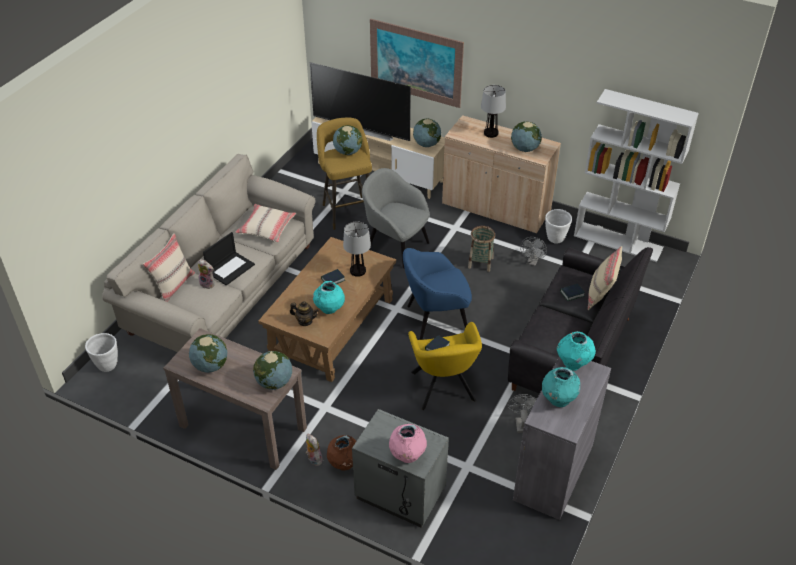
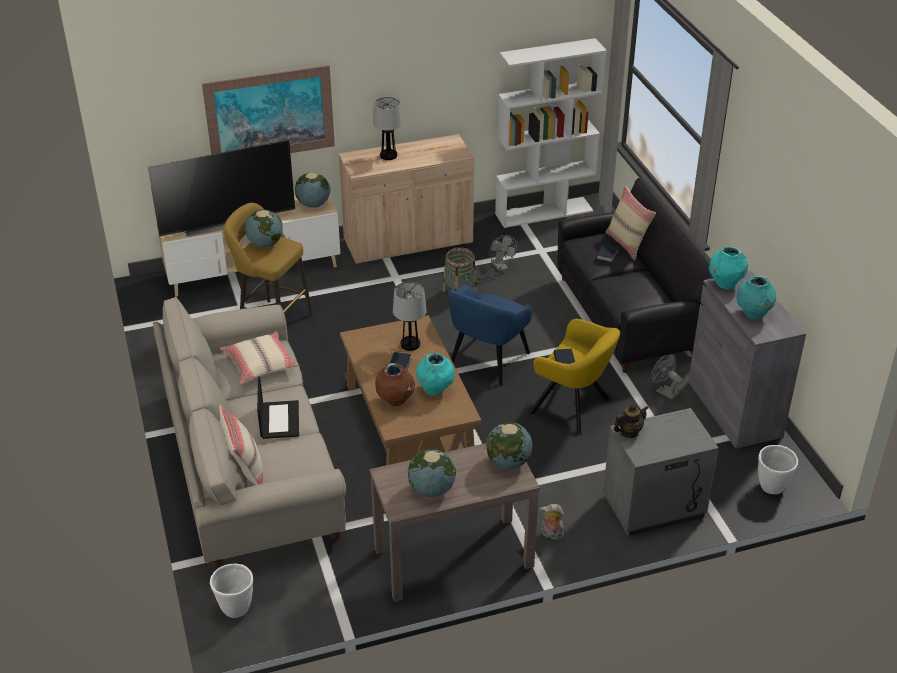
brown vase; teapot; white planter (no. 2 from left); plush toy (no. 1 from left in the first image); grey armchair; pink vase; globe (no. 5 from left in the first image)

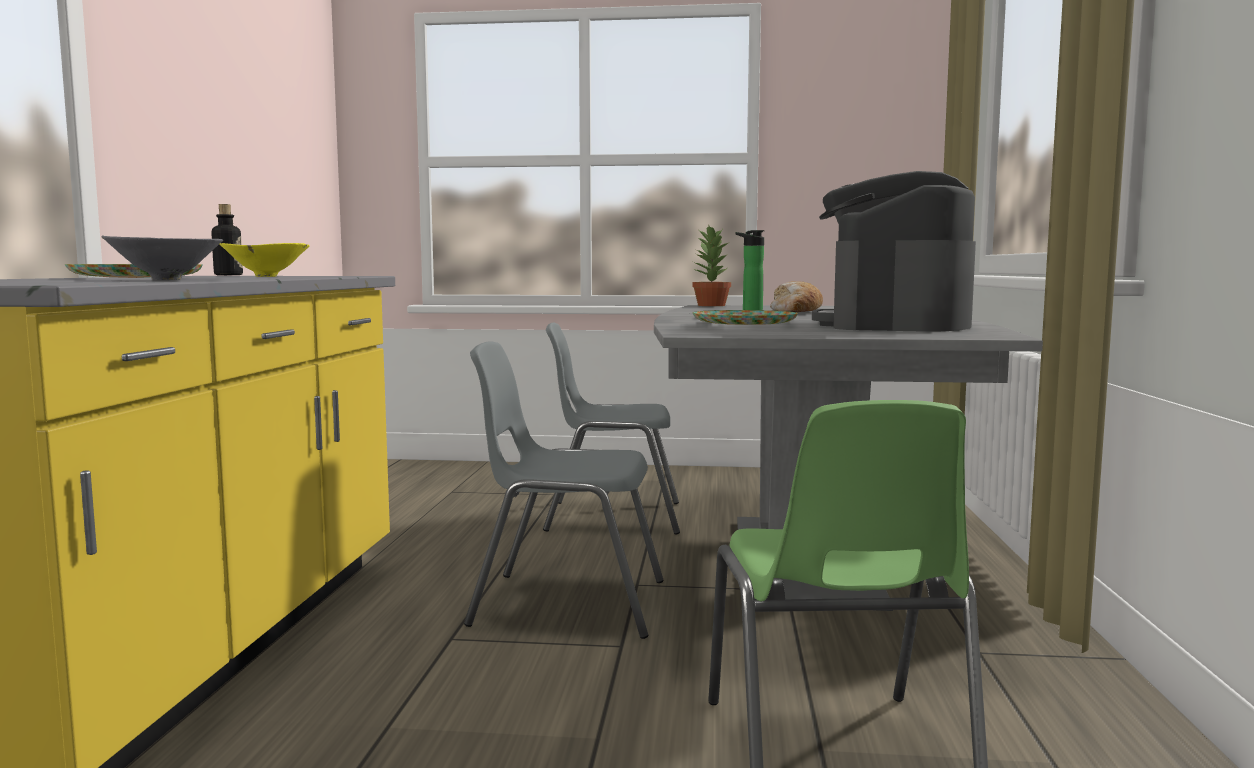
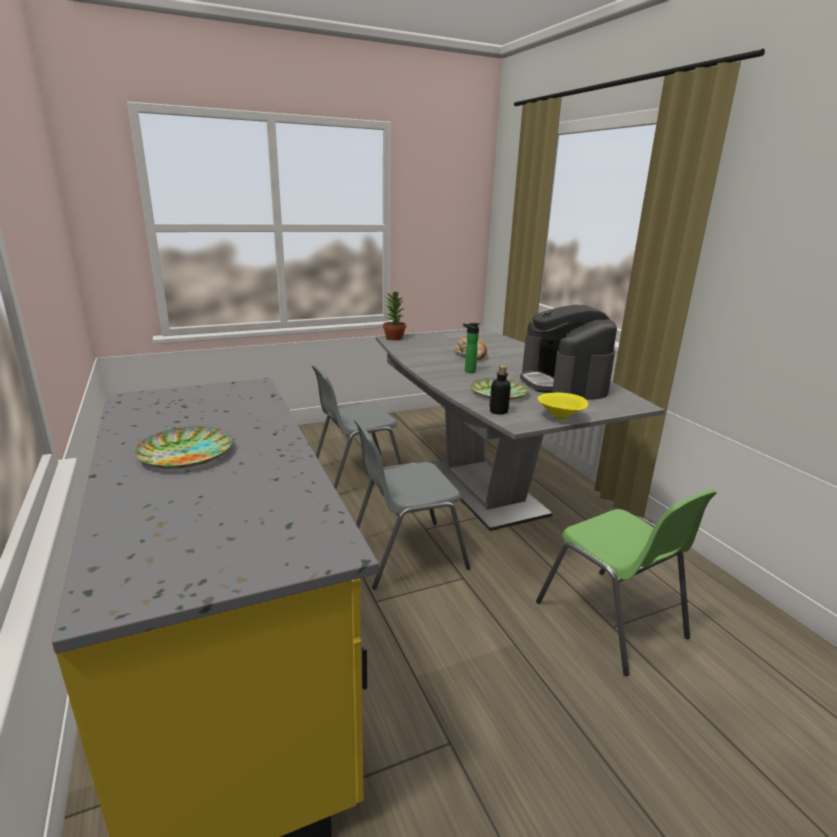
bottle (no. 2 from left); yellow bowl; grey bowl

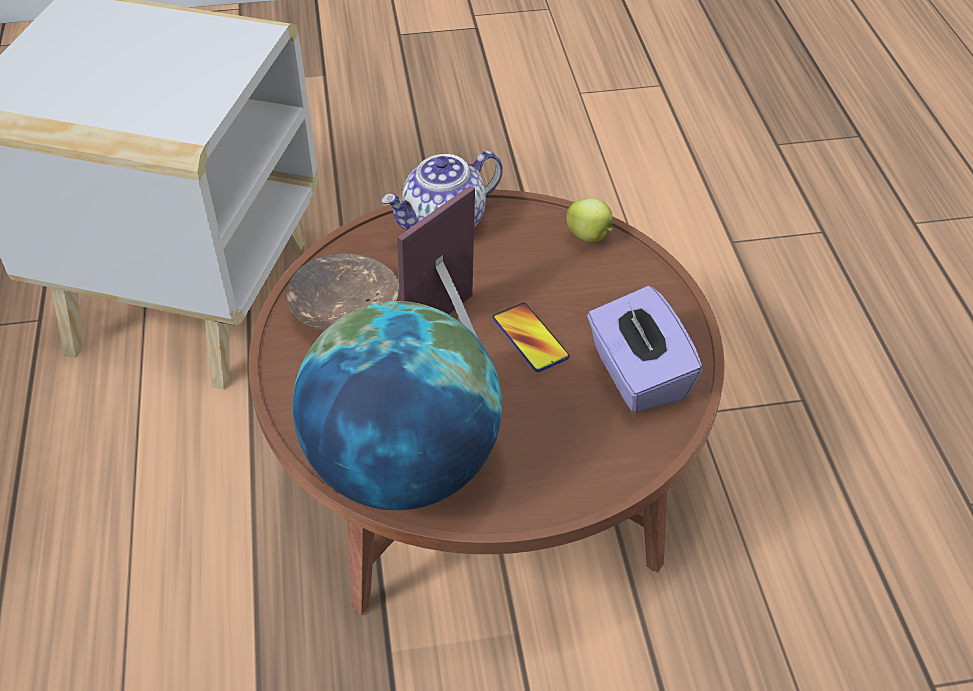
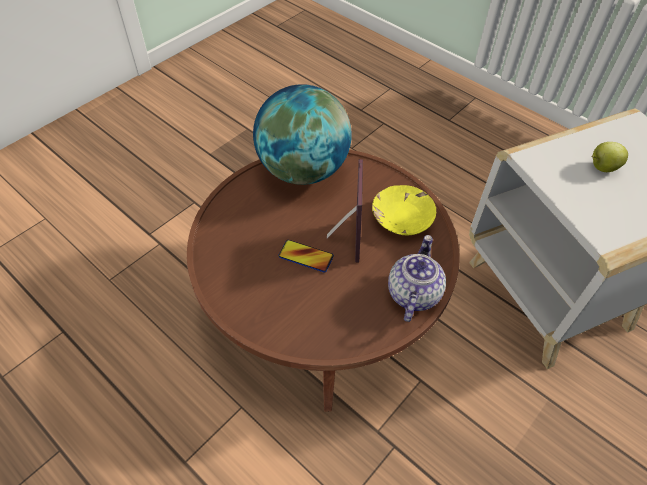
yellow bowl; apple; purple tissue box

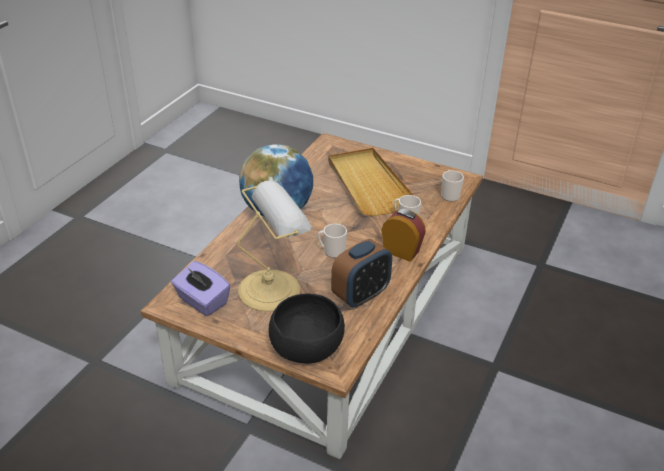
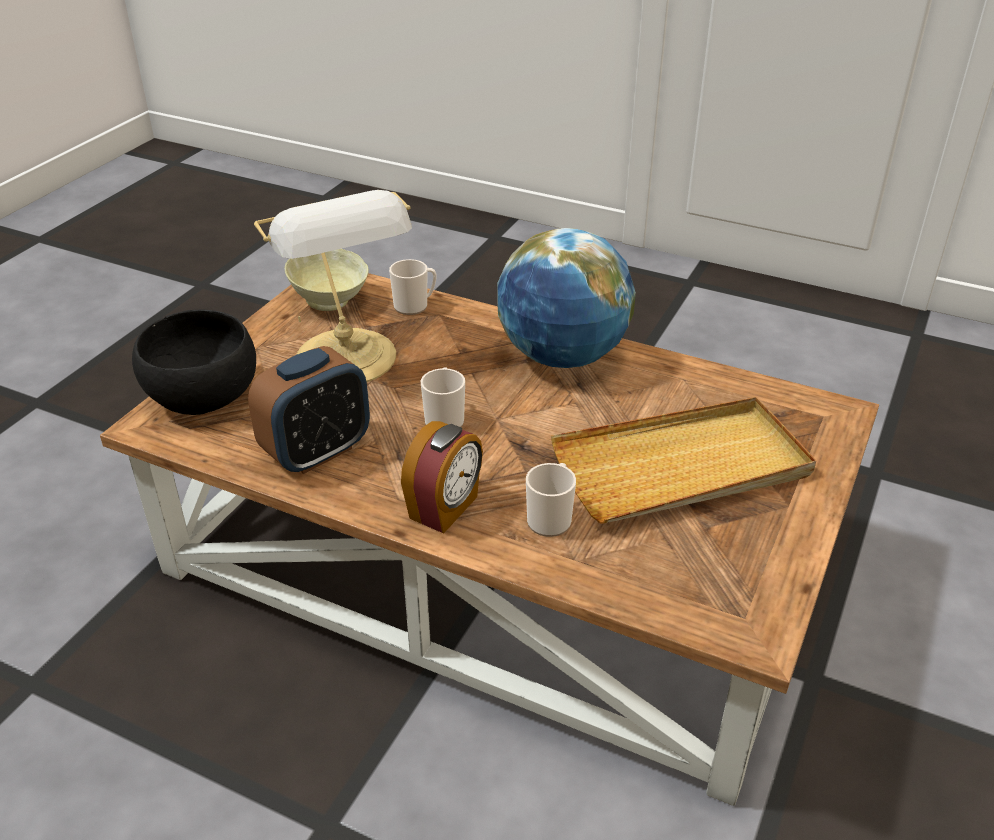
alarm clock (no. 1 from left); beige bowl; mug (no. 1 from left)

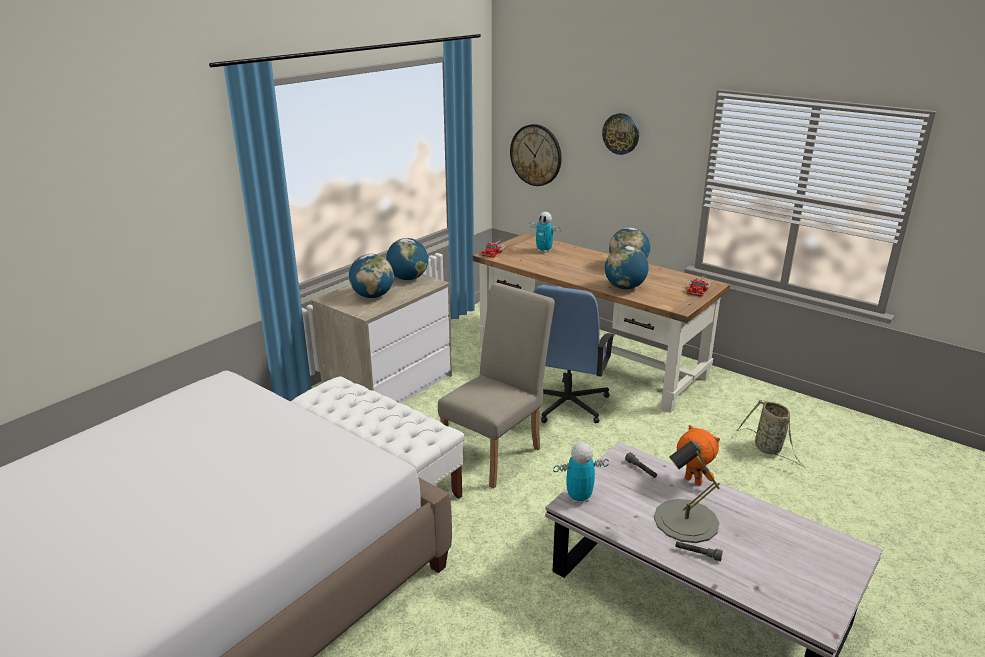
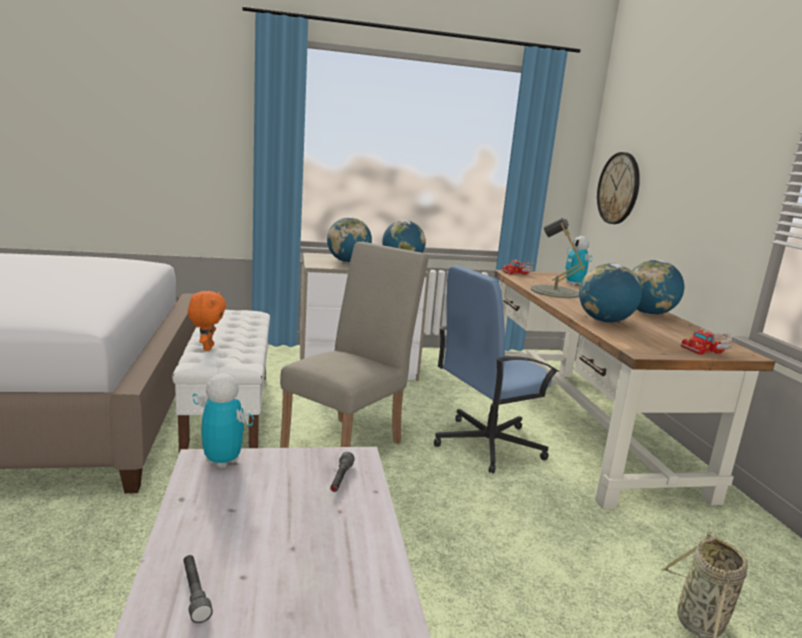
orange plush toy; beige chair; grey table lamp; wall clock (no. 2 from left in the first image)

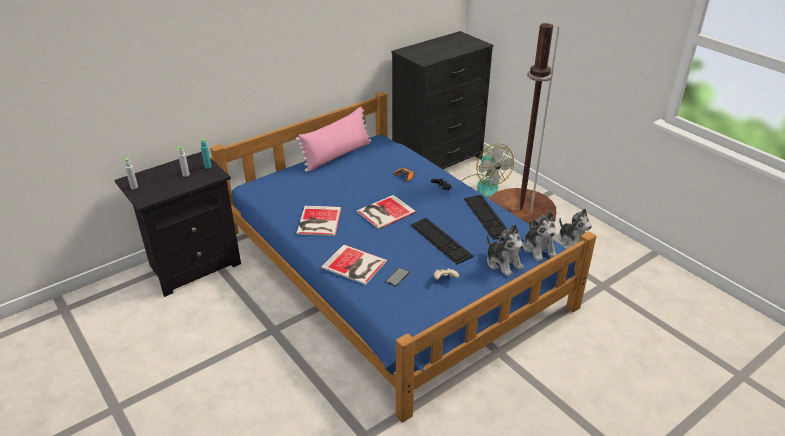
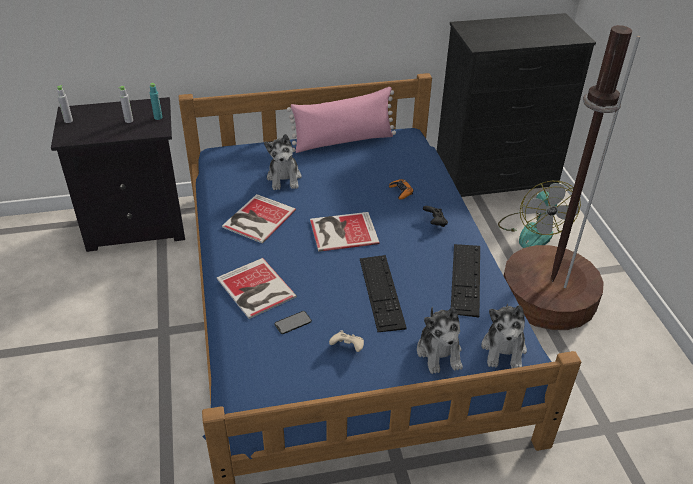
plush toy (no. 1 from left)

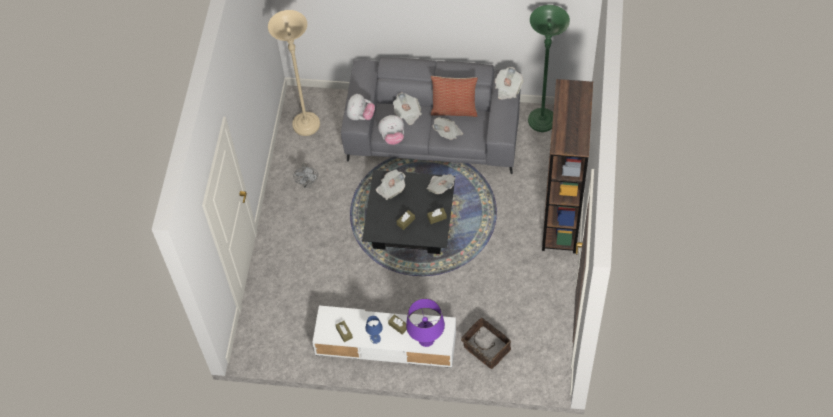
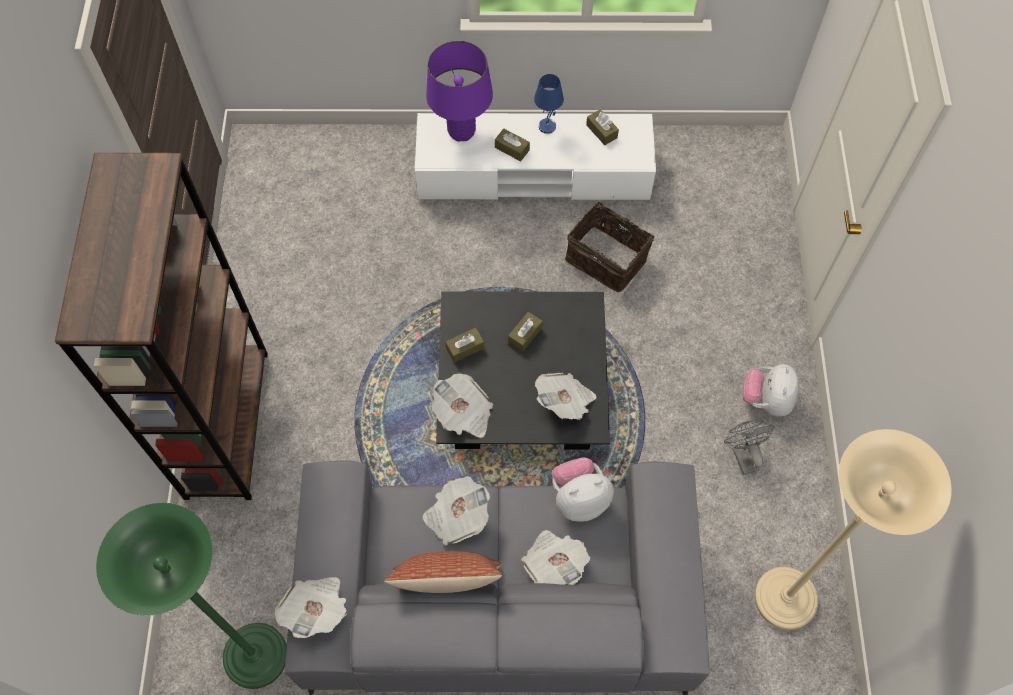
basket; plush toy (no. 2 from left)

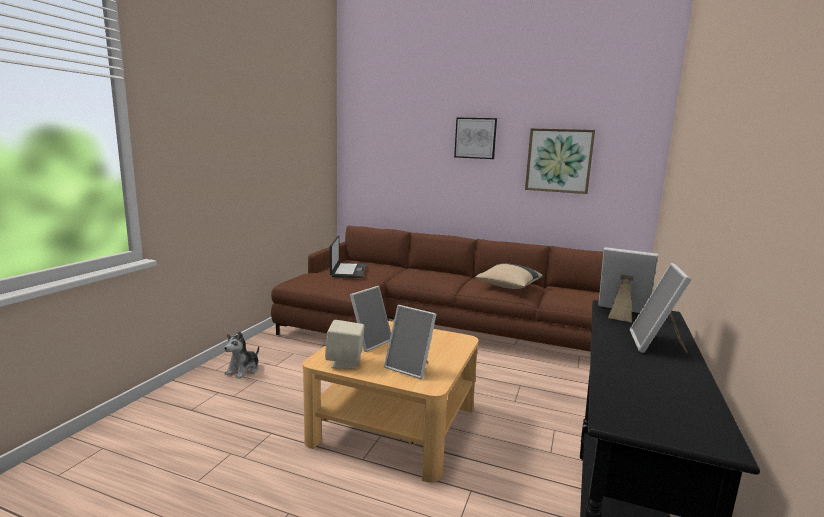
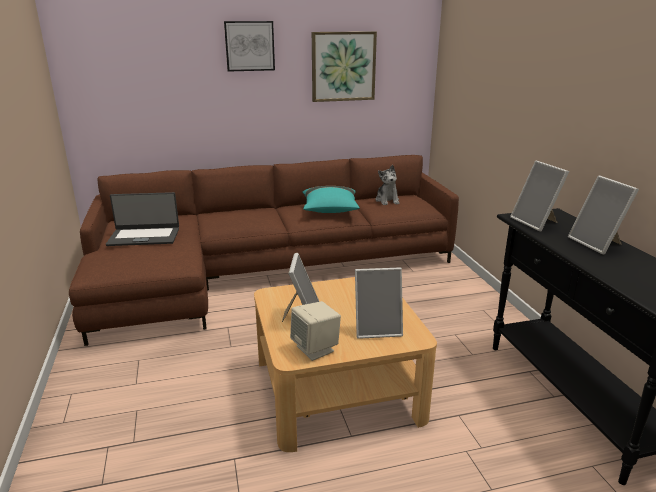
laptop; turquoise pillow; plush toy; picture frame (no. 3 from left)

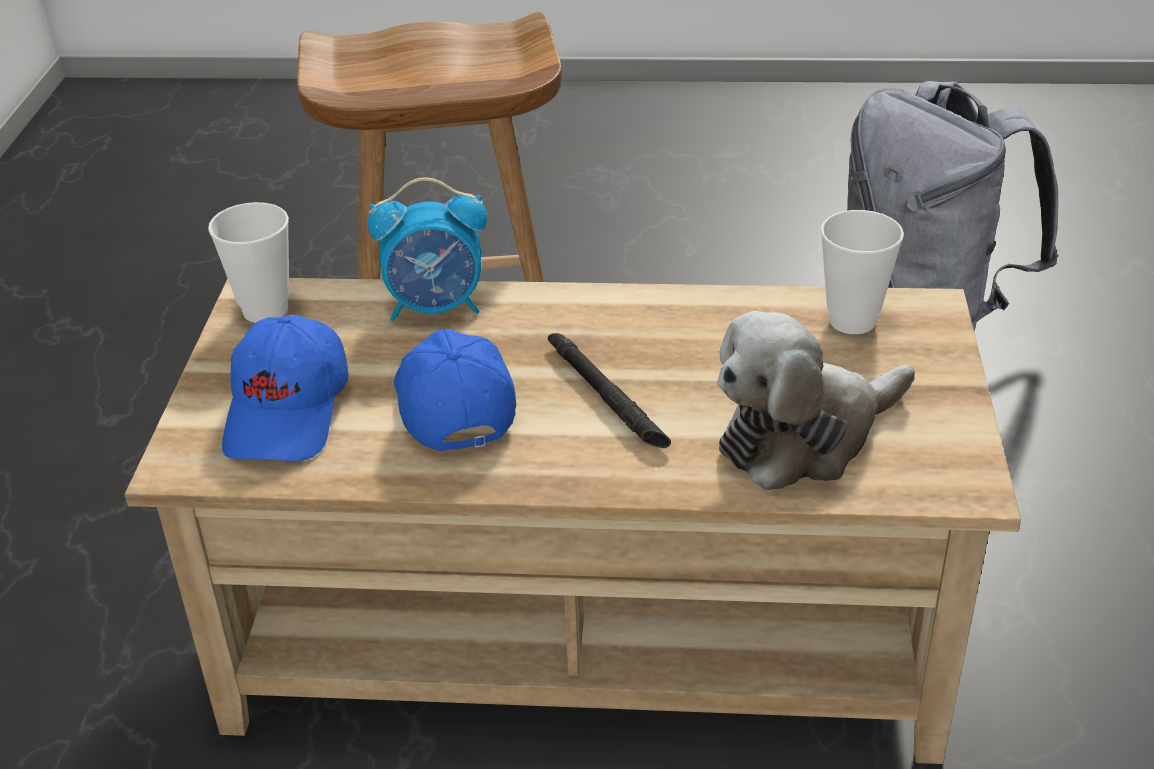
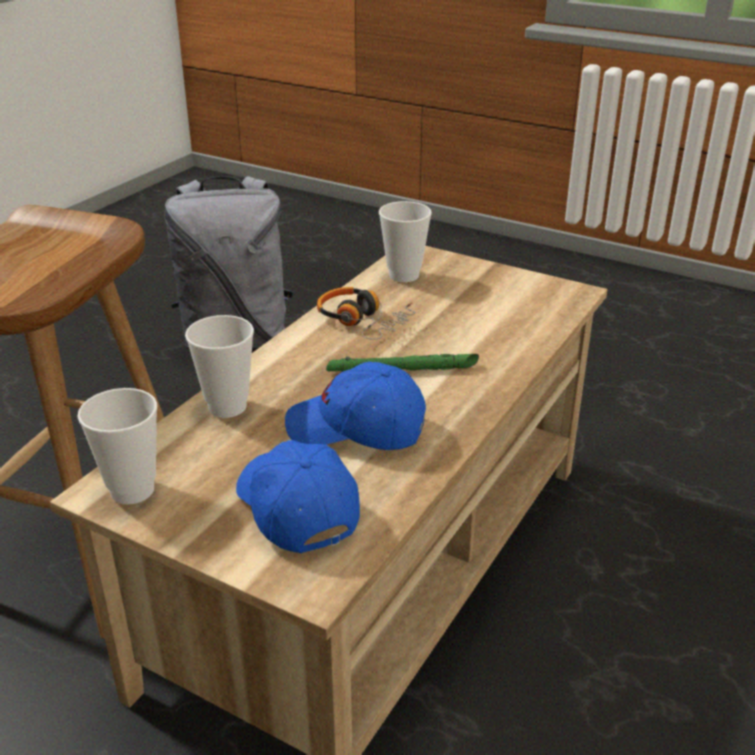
cup (no. 2 from left); blue cap (no. 1 from left); headphones; green flashlight; plush toy

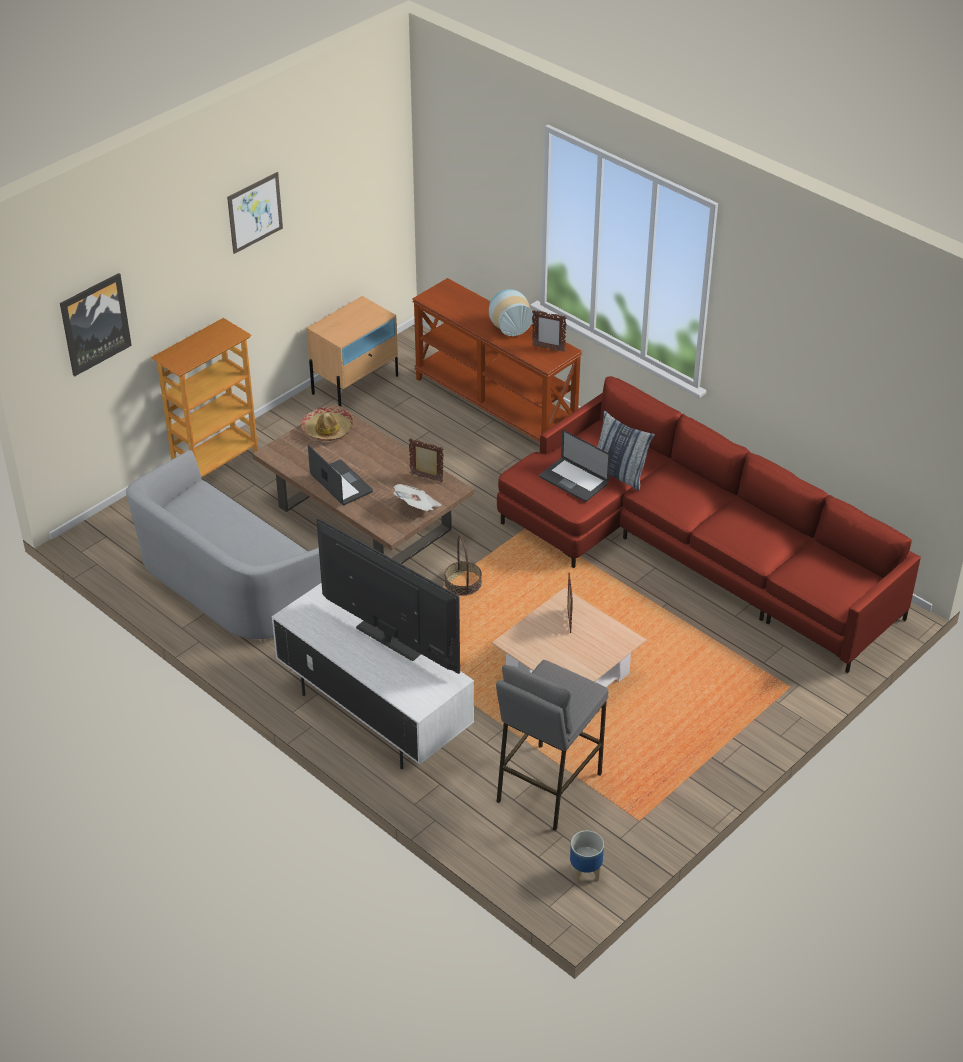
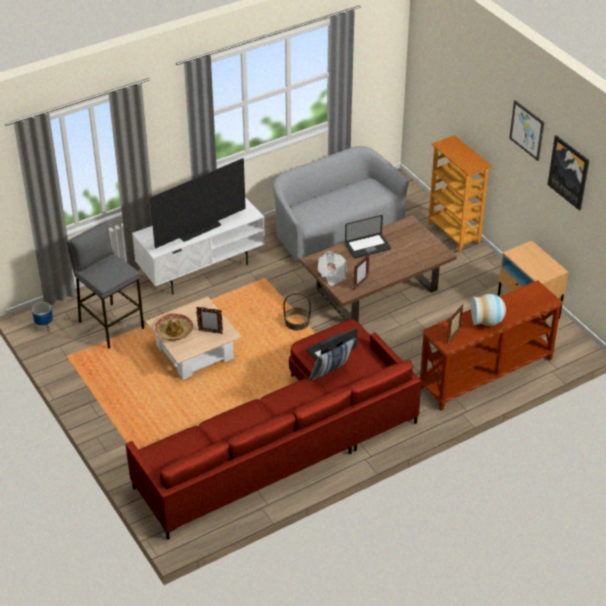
hat; picture (no. 2 from left)

